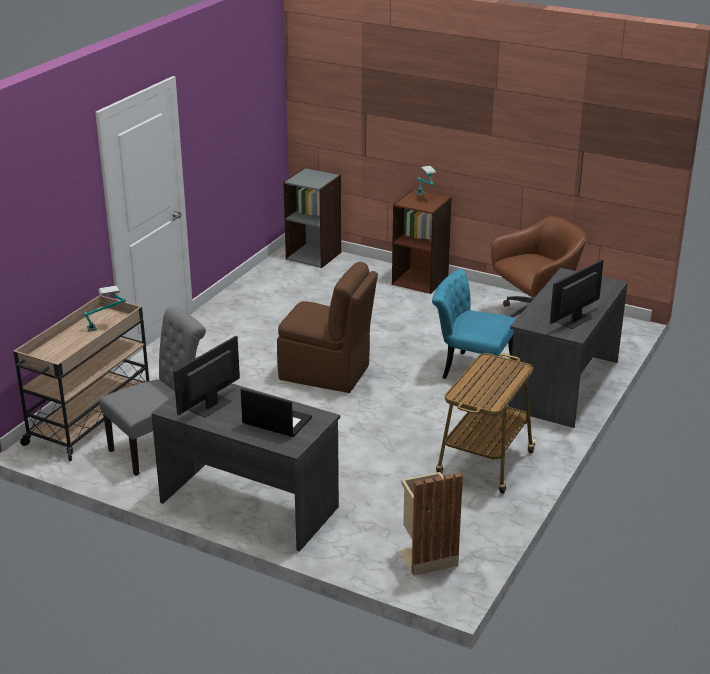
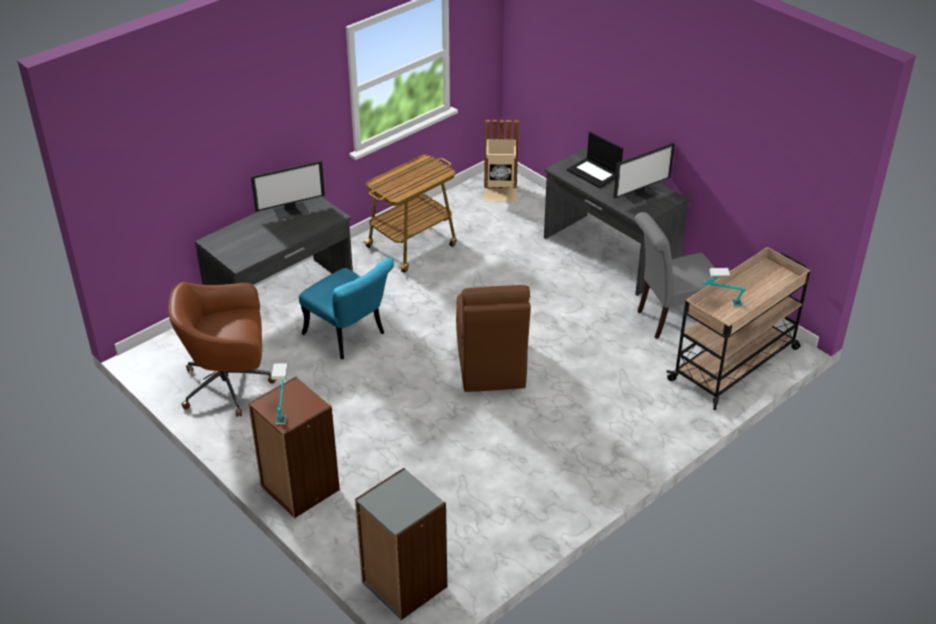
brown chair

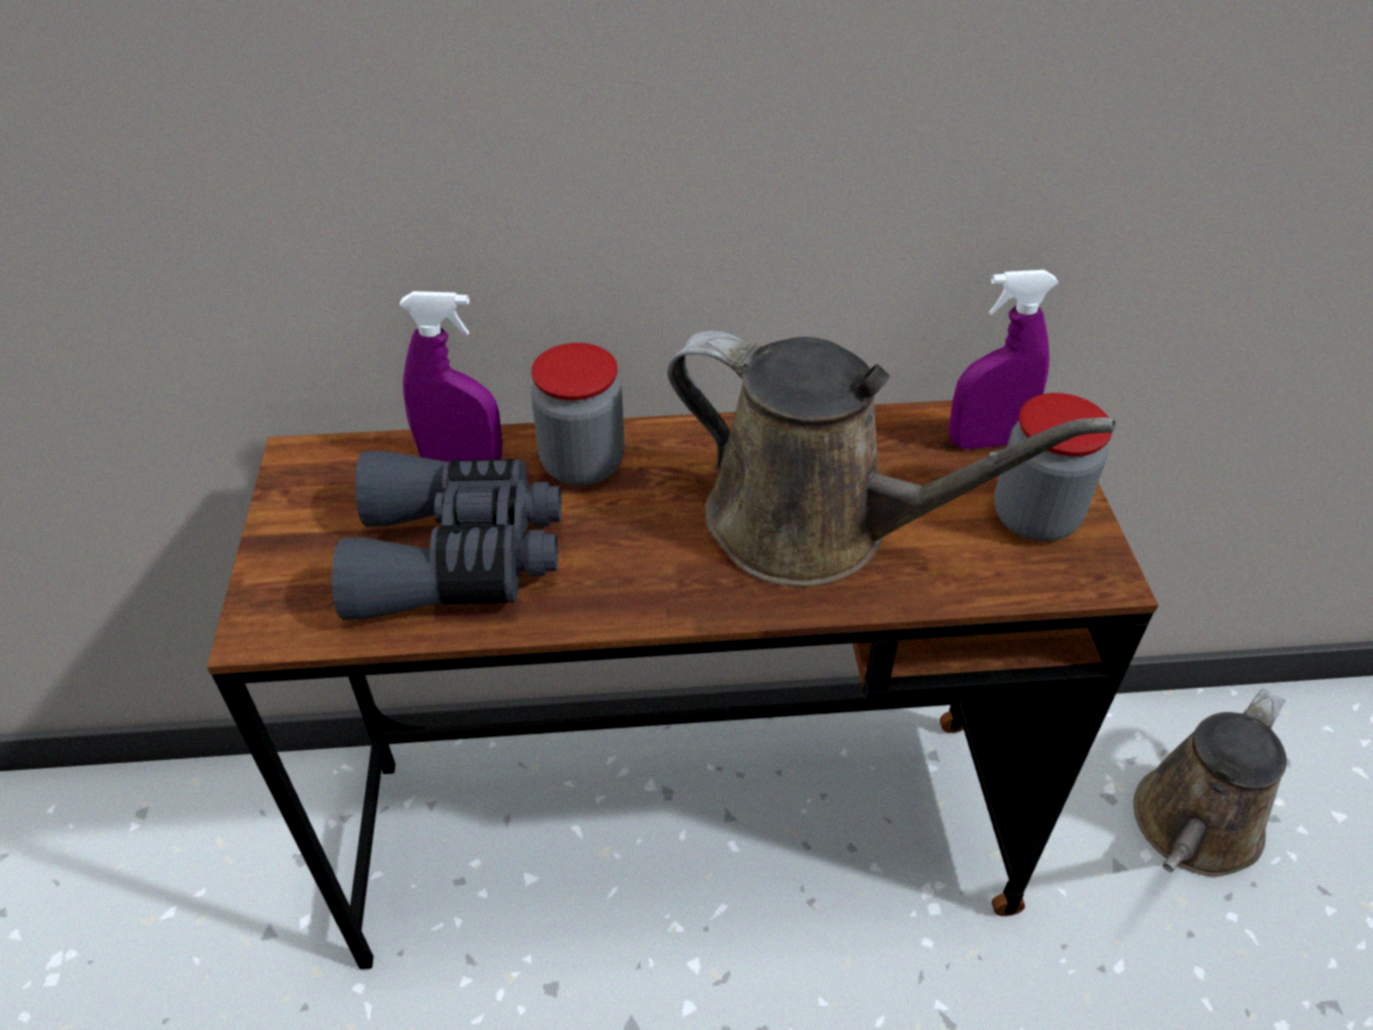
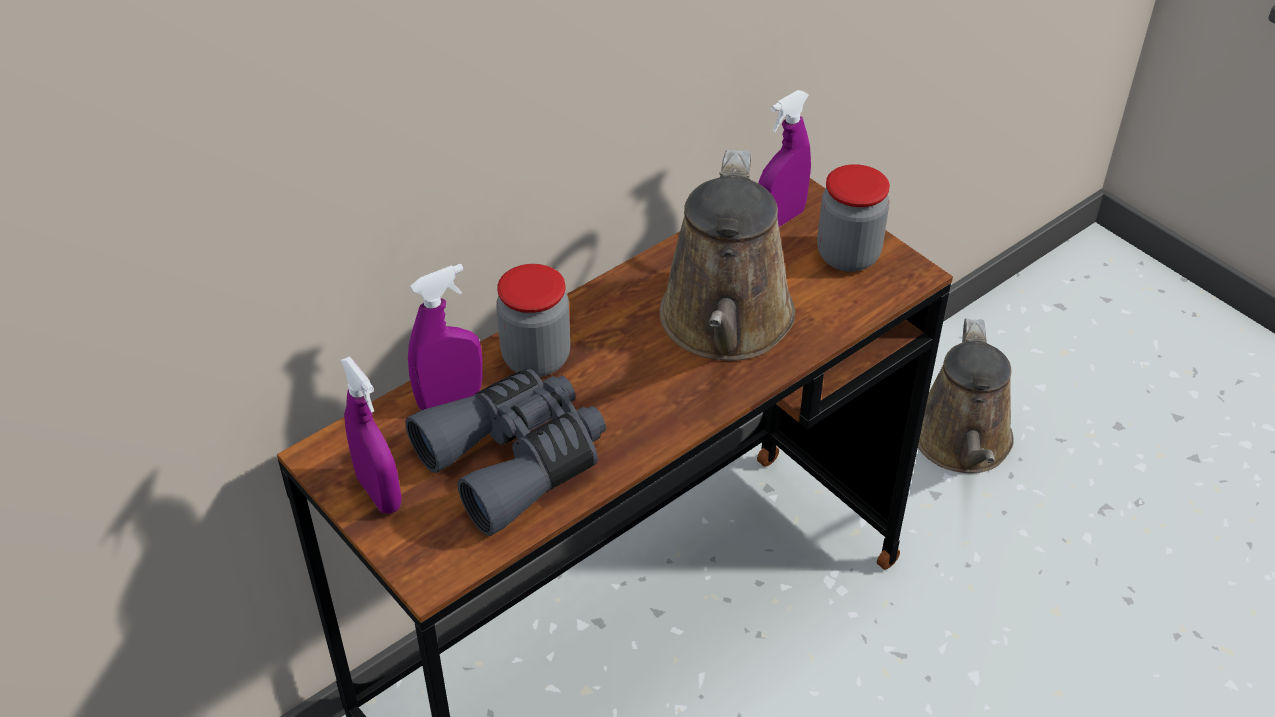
purple spray bottle (no. 1 from left); brown watering can (no. 1 from left)

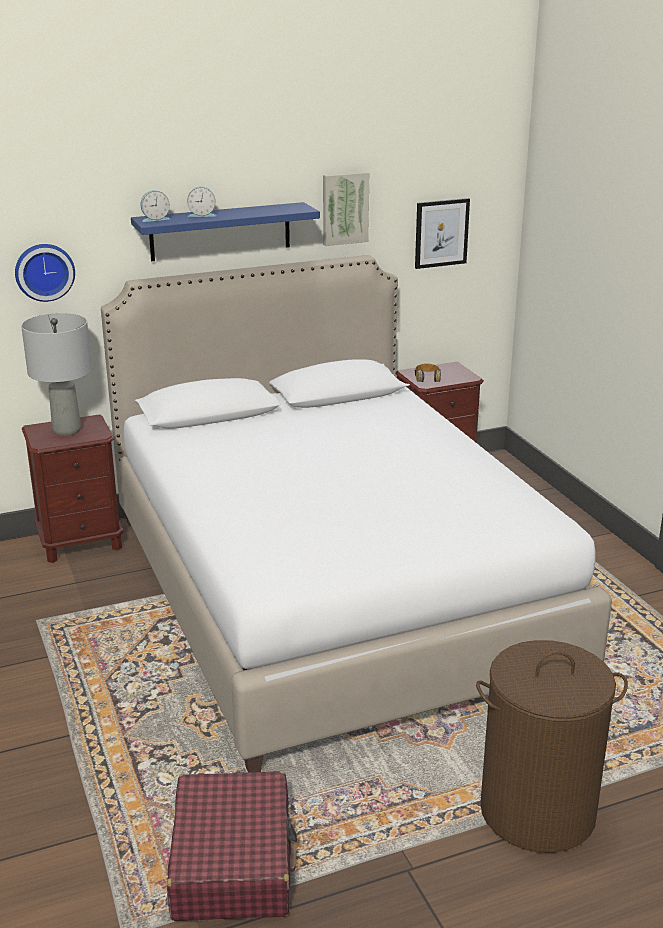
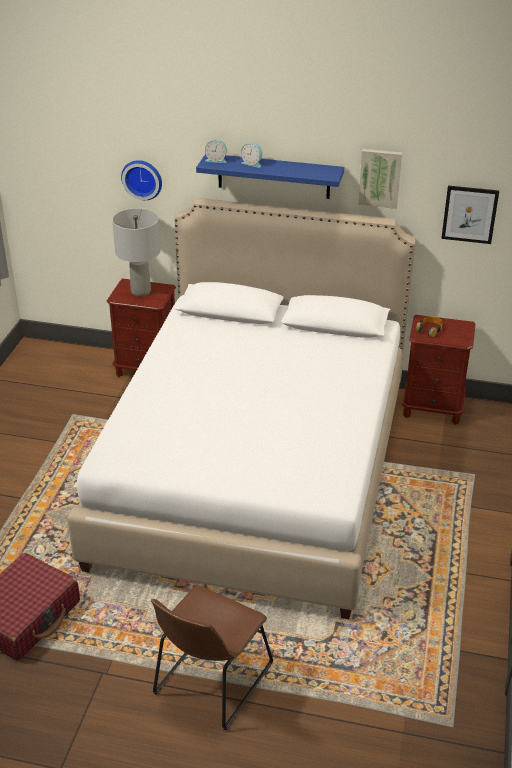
brown chair

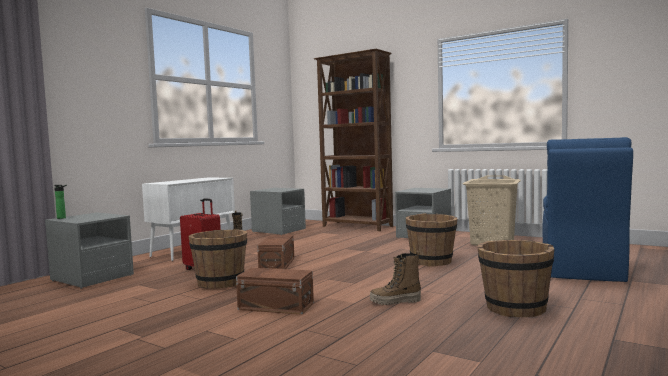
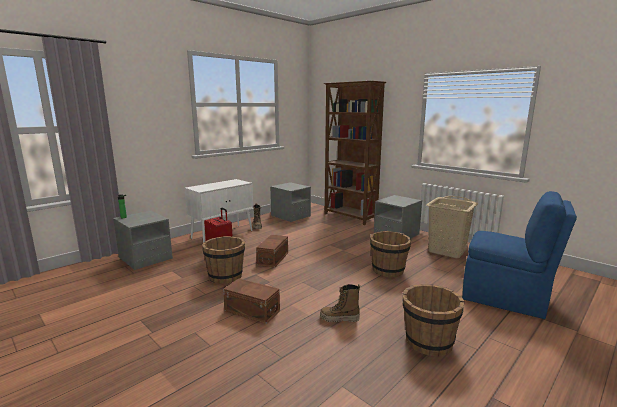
blue chair

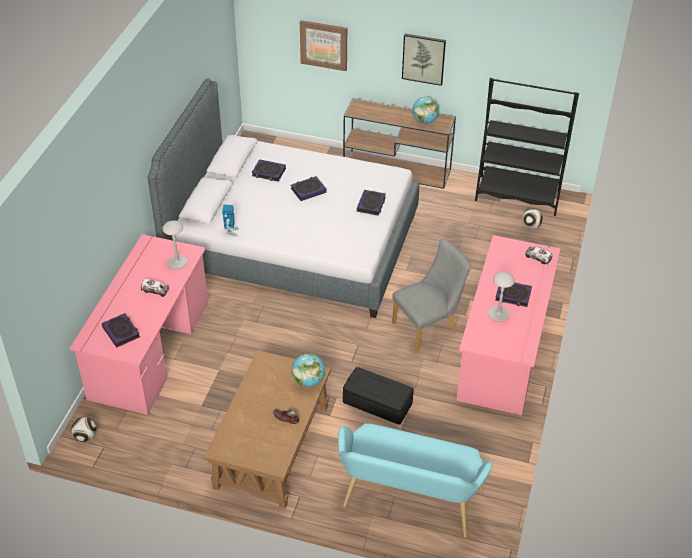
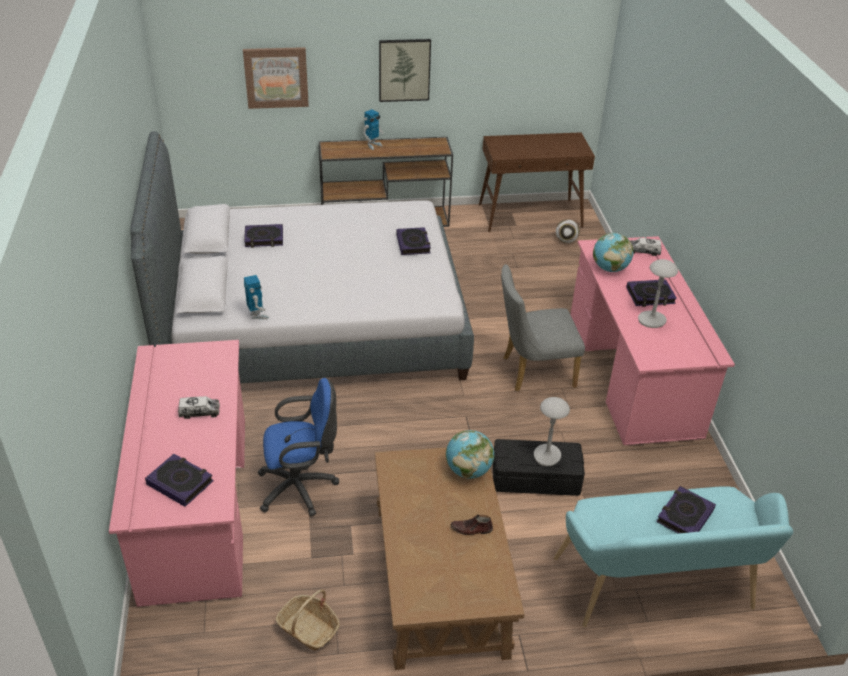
blue office chair; basket; toy robot (no. 2 from left); brown console table (no. 2 from left); grey chair; grey table lamp (no. 1 from left); globe (no. 2 from left); book (no. 5 from left); football (no. 1 from left in the first image)

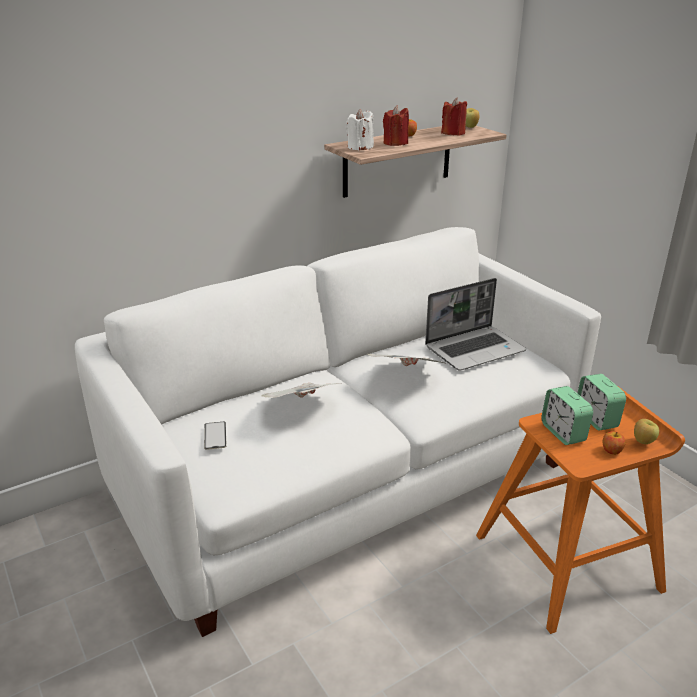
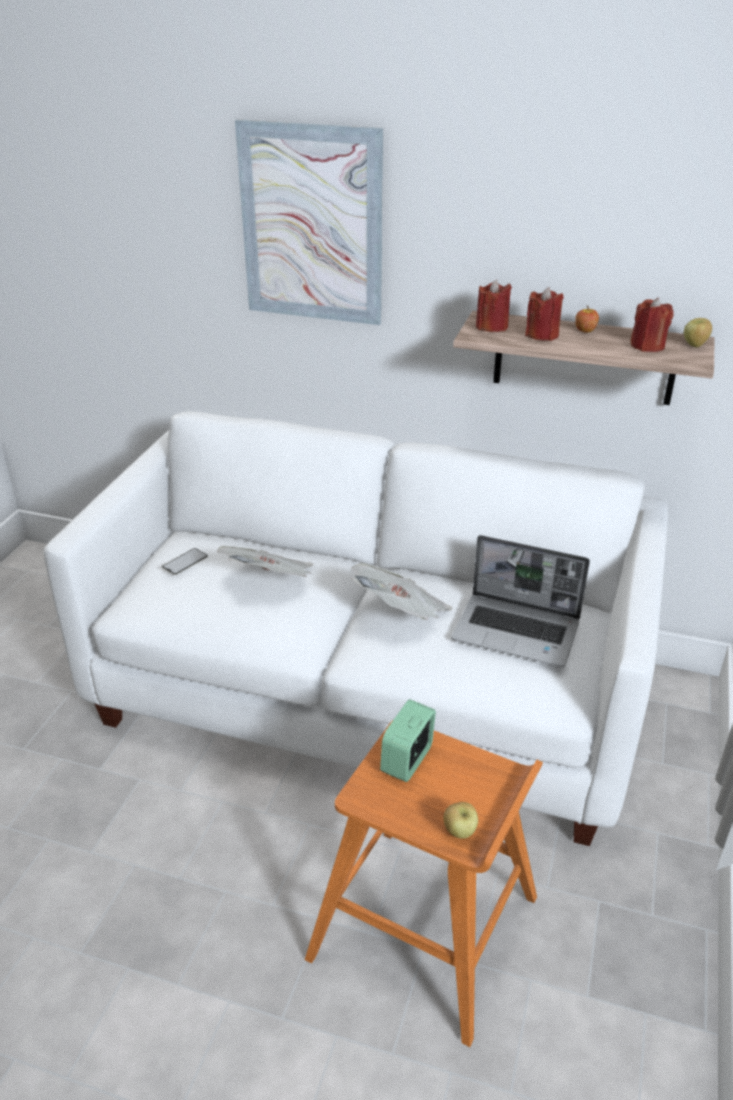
picture; red candle (no. 1 from left); alarm clock (no. 2 from left in the first image); apple (no. 3 from left in the first image)

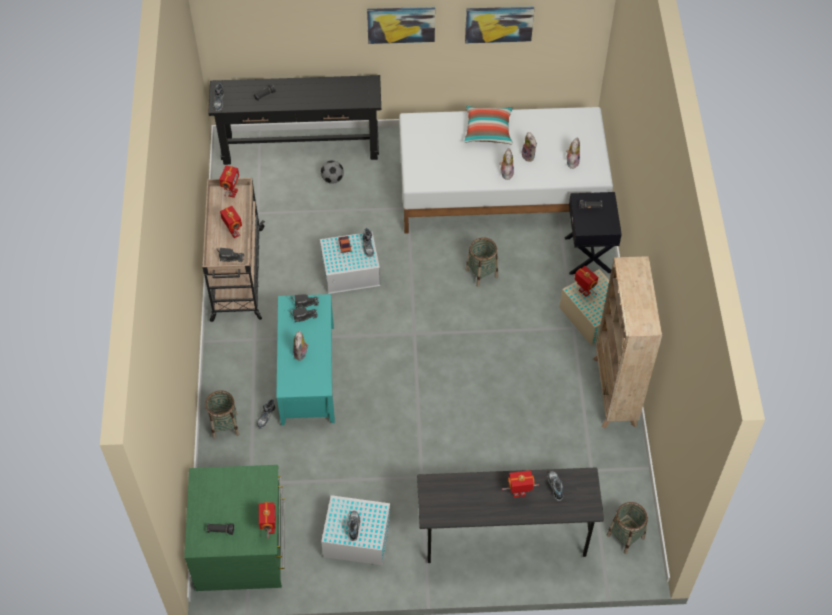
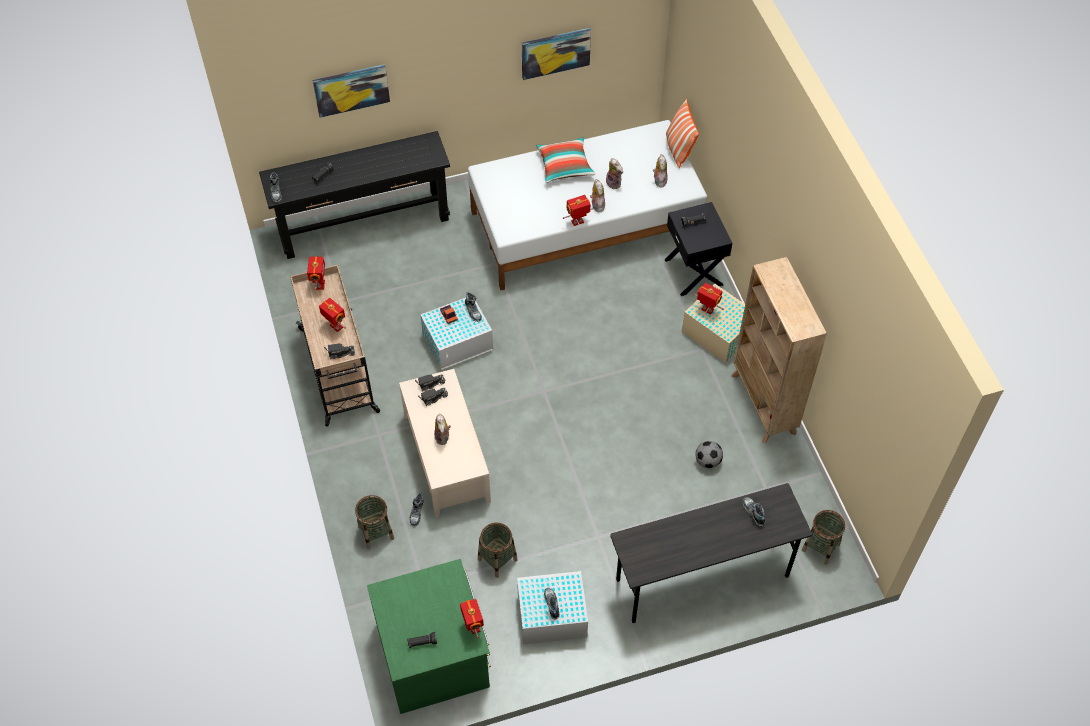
picture (no. 1 from left); beige coffee table; basket (no. 2 from left); toy robot (no. 4 from left); pillow (no. 2 from left); football

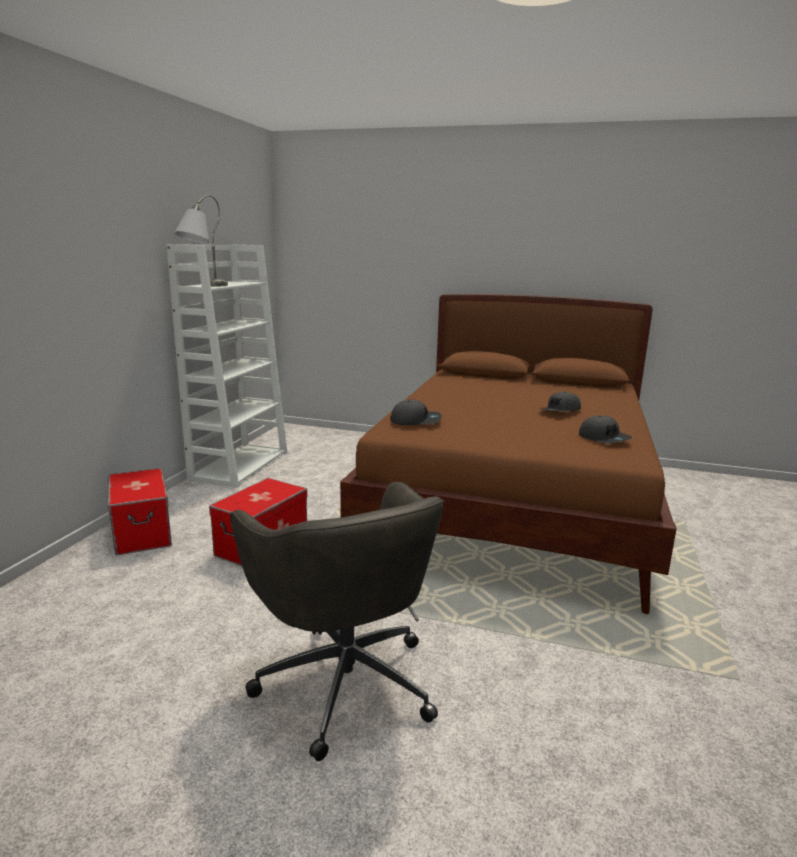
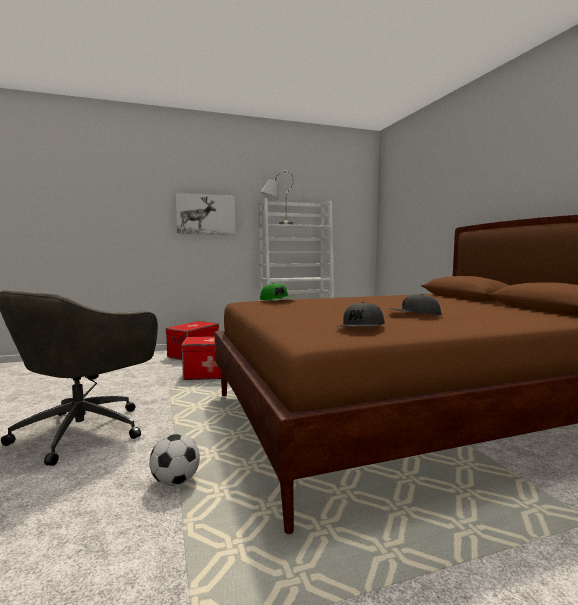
football; picture; green cap

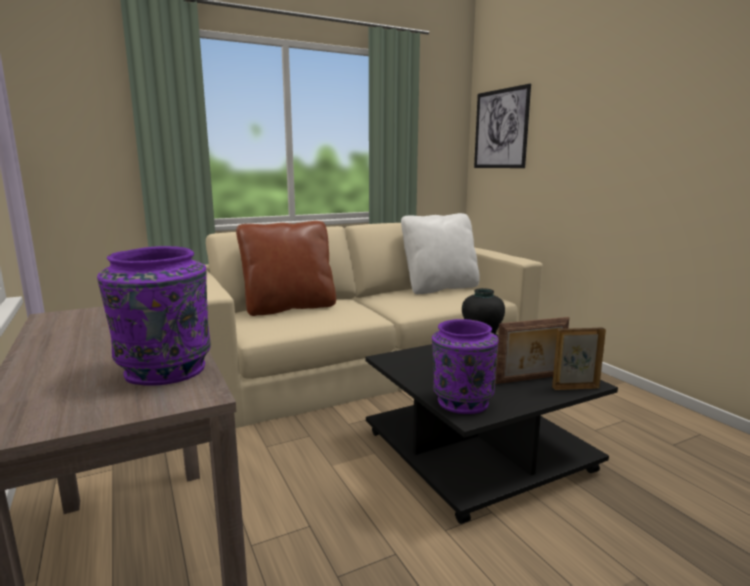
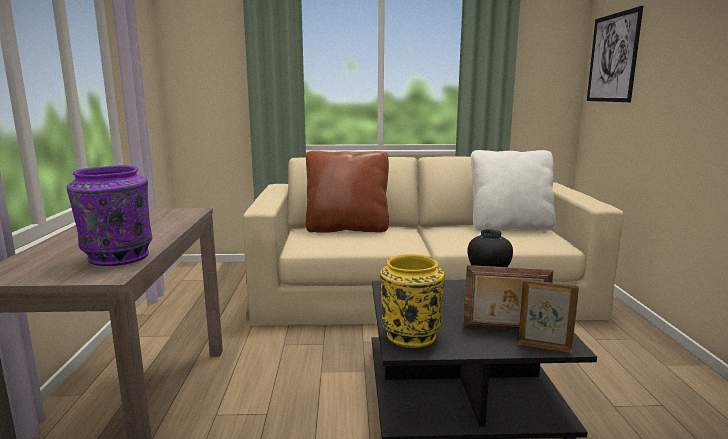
yellow vase

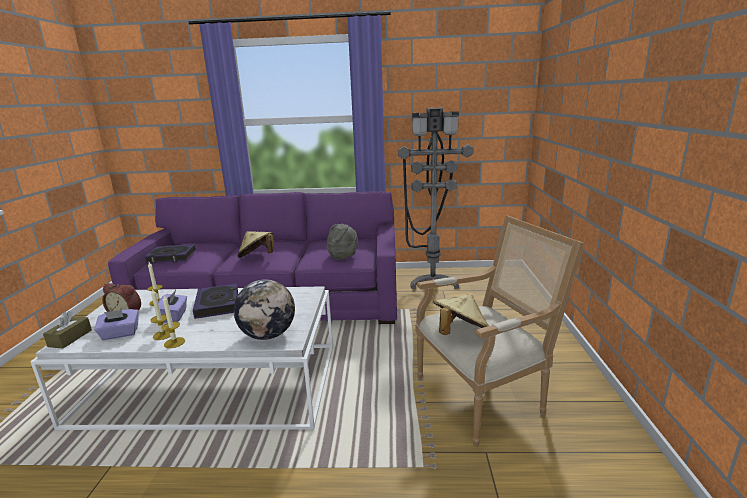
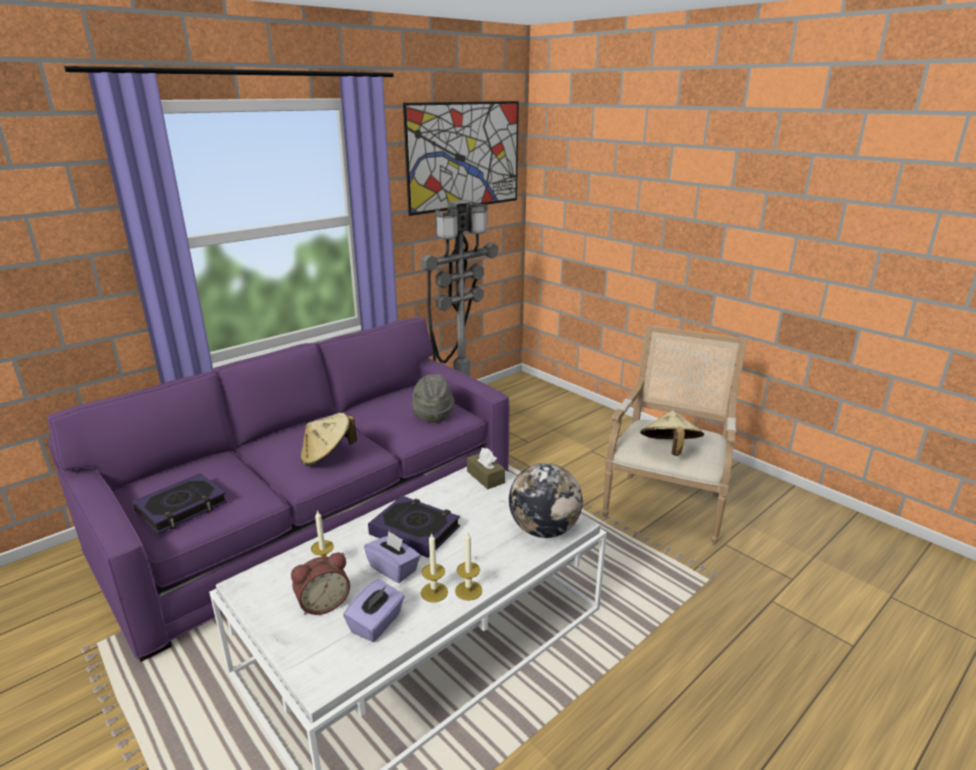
picture; brown tissue box

